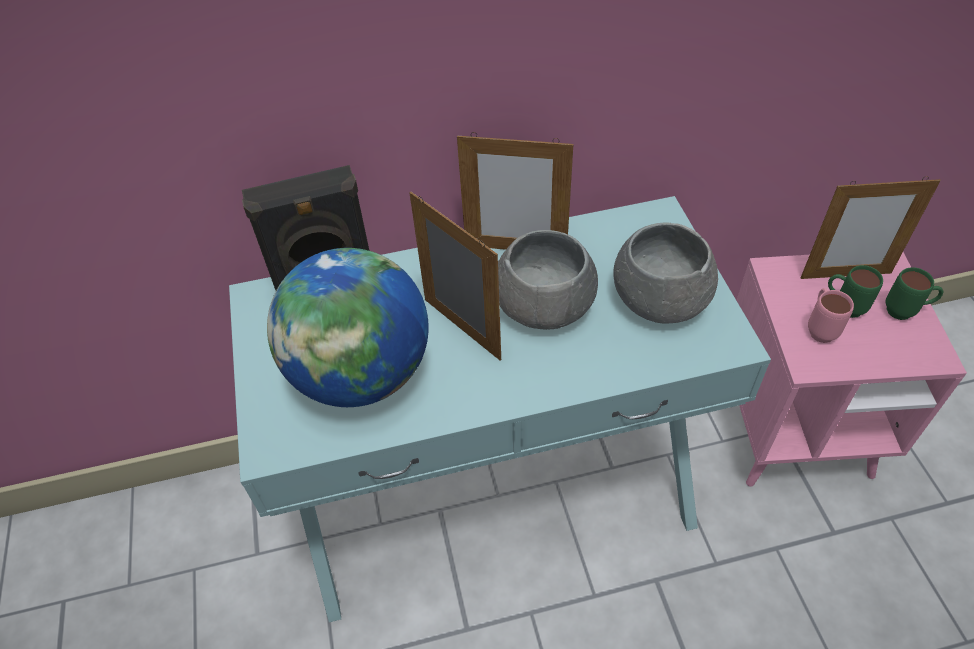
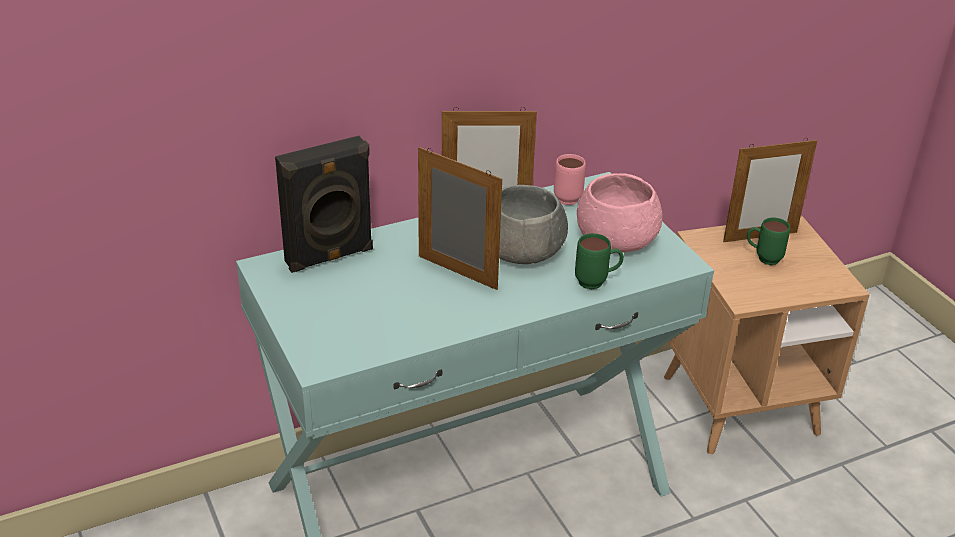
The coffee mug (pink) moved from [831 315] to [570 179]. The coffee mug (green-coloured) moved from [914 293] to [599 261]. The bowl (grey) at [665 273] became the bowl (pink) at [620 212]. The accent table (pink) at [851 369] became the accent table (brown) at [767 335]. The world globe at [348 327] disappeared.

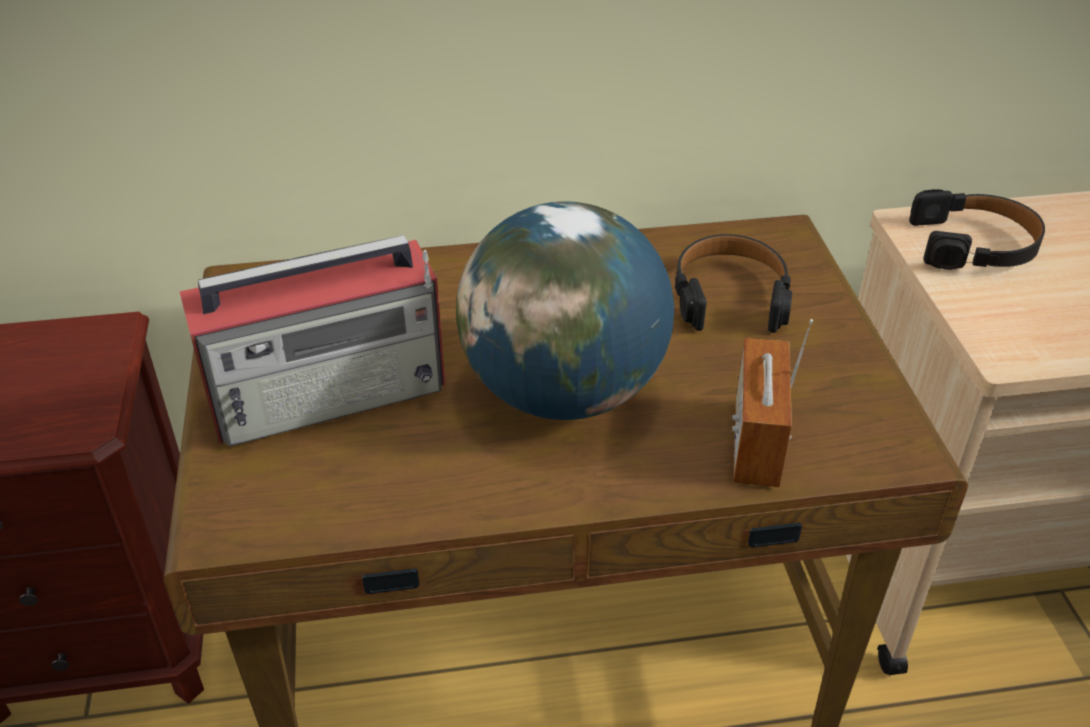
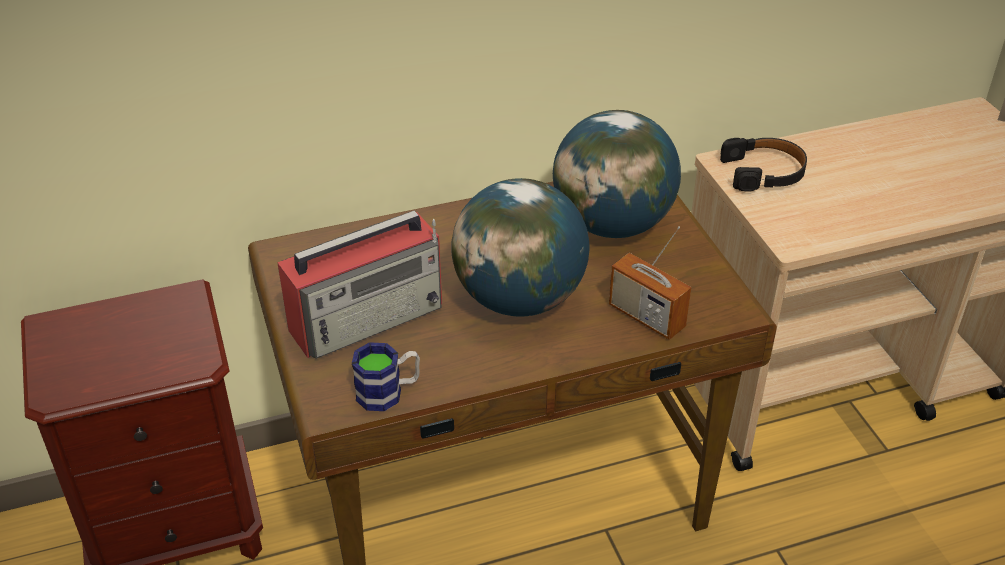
The coffee mug at [386 376] appeared. The headset (black-coloured) at [733 283] was replaced by the world globe at [617 174]. The radio receiver at [772 403] turned 45 degrees counterclockwise.

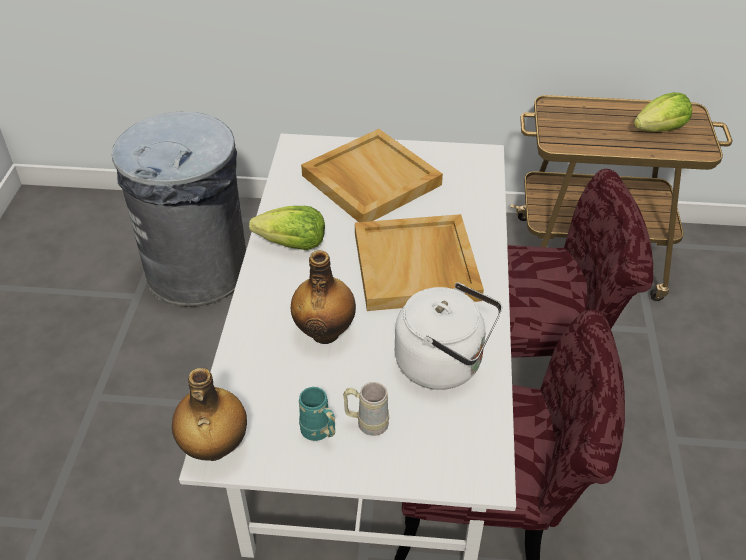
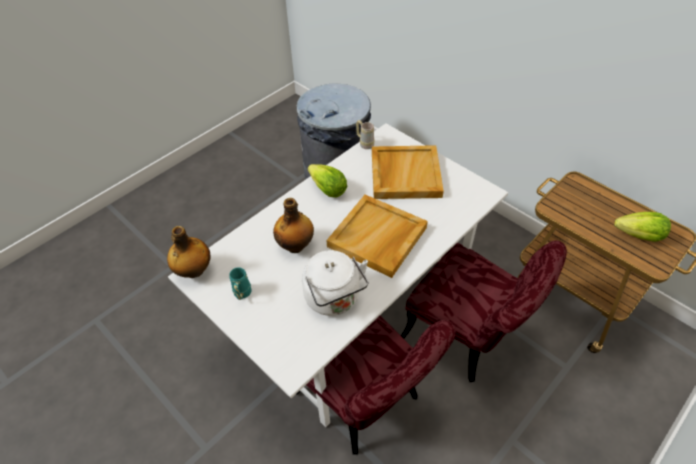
The coffee mug (beige) moved from [366 409] to [365 134].

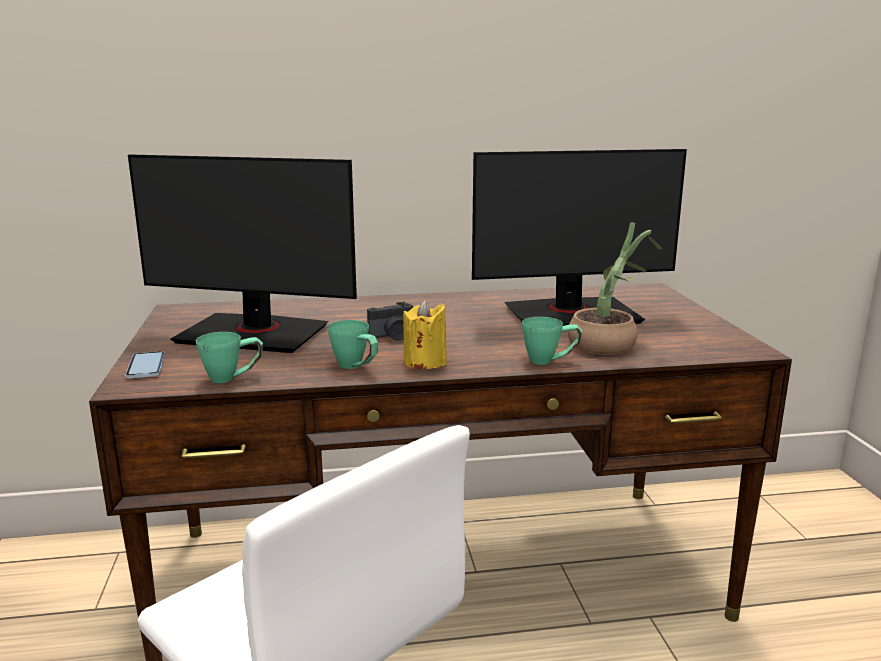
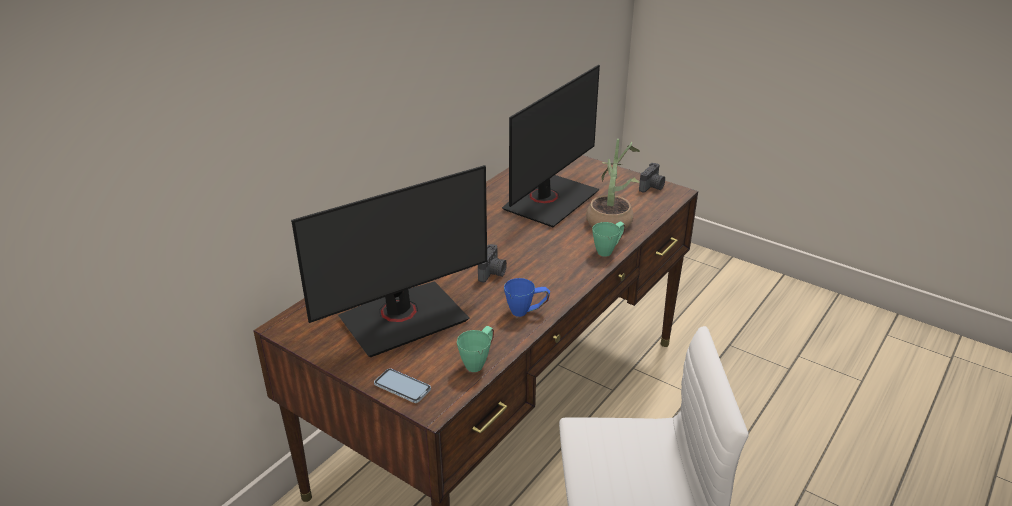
The coffee mug (green-coloured) at [353 344] became the coffee mug (blue-coloured) at [527 297]. The still camera at [652 177] appeared. The candle (yellow) at [425 334] disappeared.

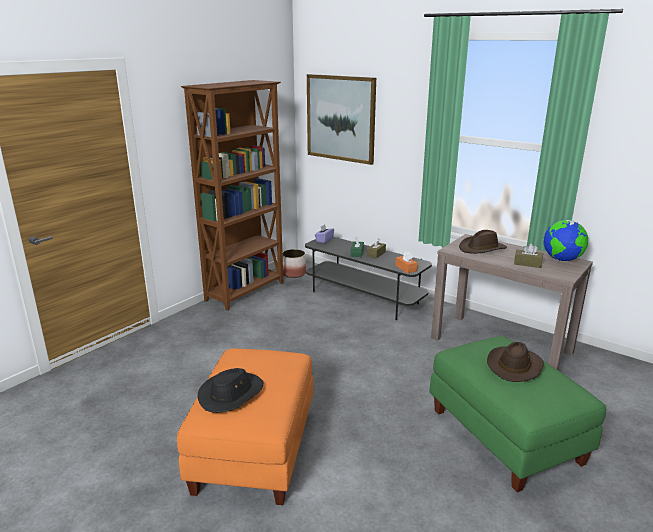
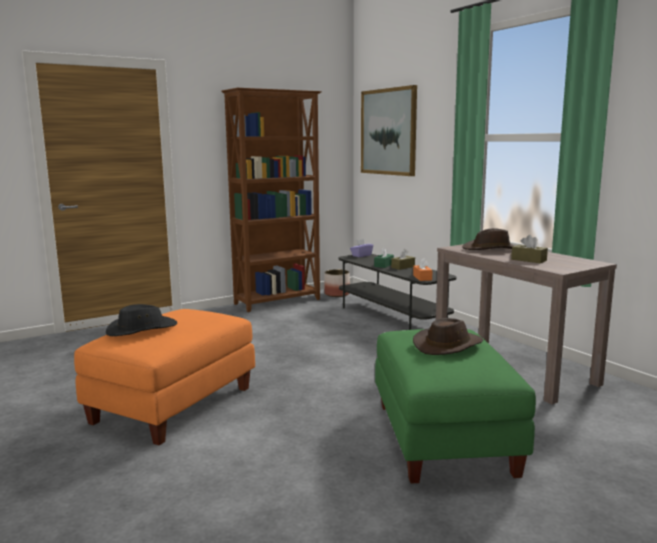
The world globe at [565 240] disappeared.

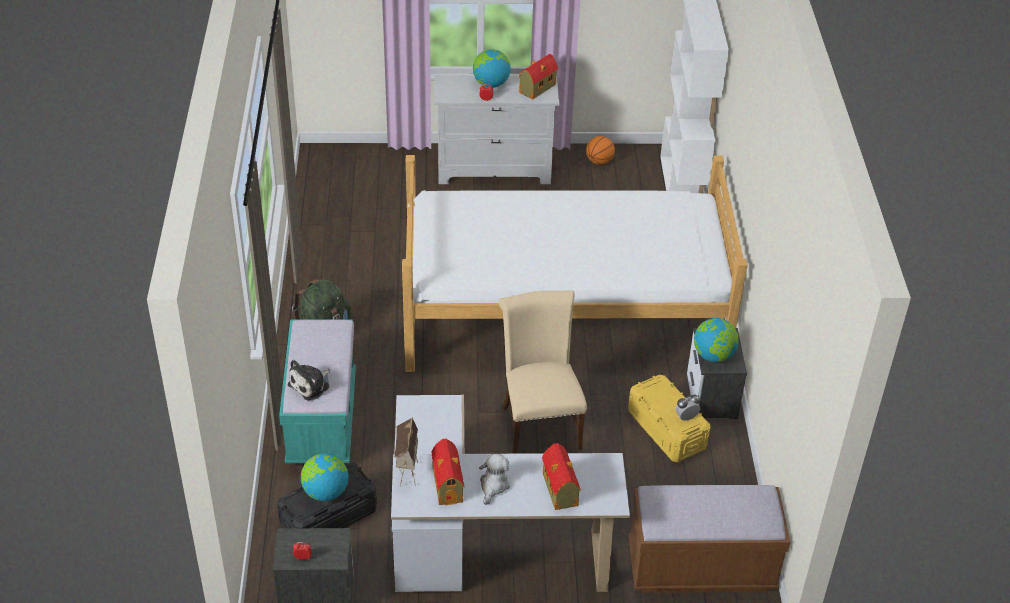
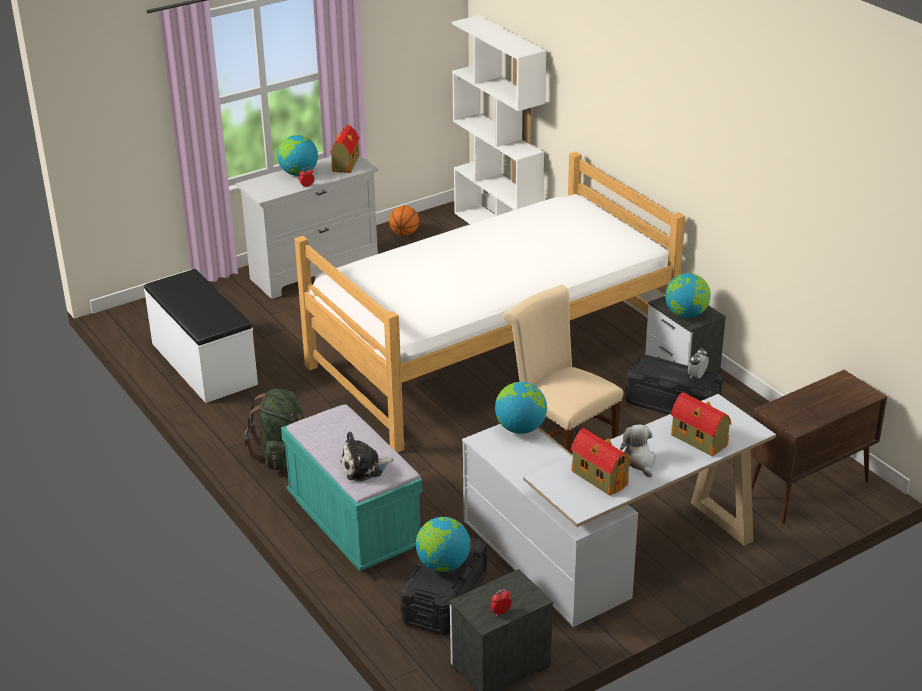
The long seat (white) at [201 336] appeared. The cuddly toy at [309 380] turned 60 degrees clockwise. The world globe at [521 408] appeared. The storage box (yellow) at [669 418] became the storage box (black-coloured) at [674 385]. The long seat (brown) at [709 539] was replaced by the storage cabinet (brown) at [818 447]. The miniature house at [406 452] disappeared.

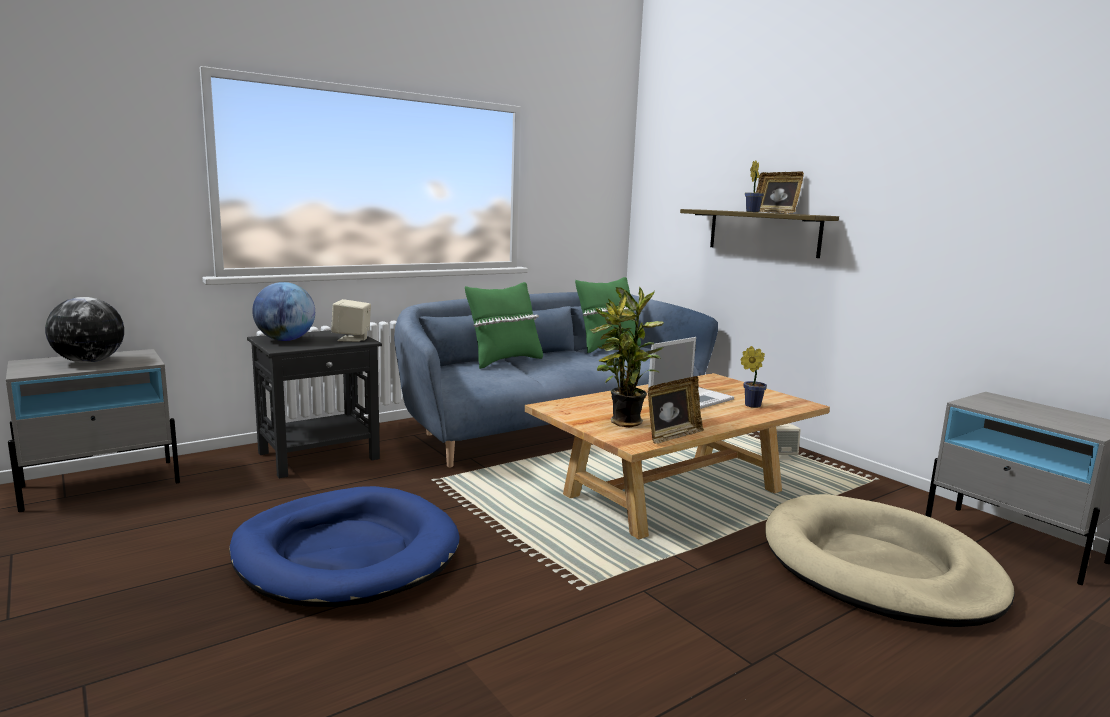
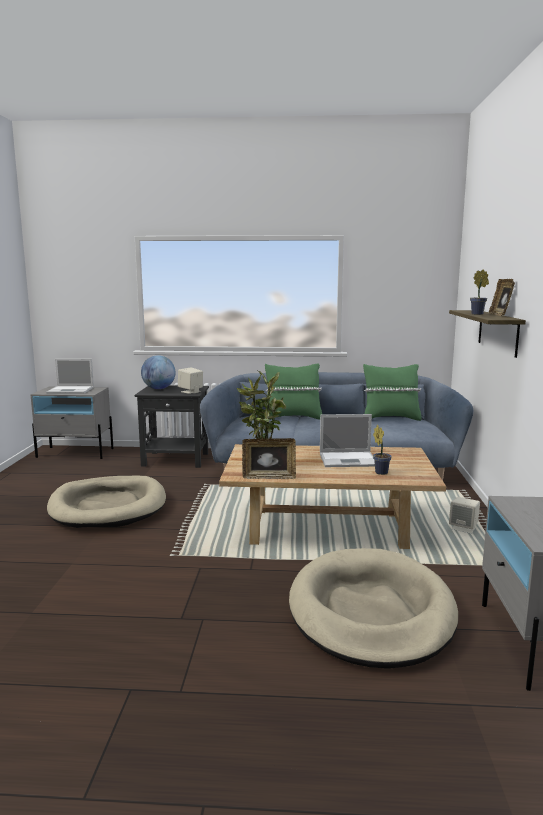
The world globe at [84 330] was replaced by the notebook computer at [70 376]. The pet bed (blue-coloured) at [344 546] became the pet bed (beige) at [106 502].

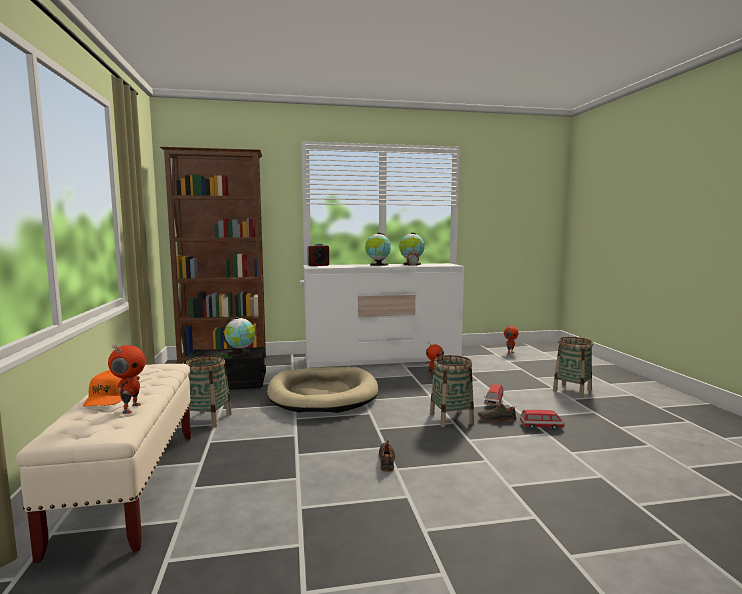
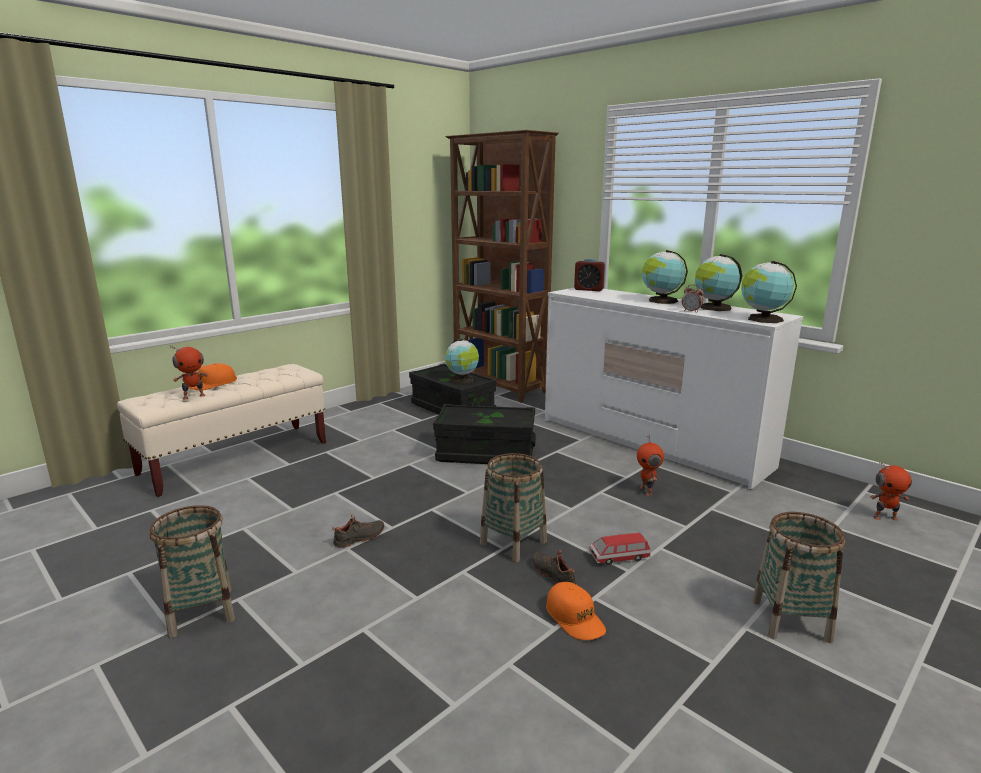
The storage basket moved from [208 392] to [192 571]. The pet bed (beige) at [322 390] was replaced by the storage box (black-coloured) at [484 434]. The model car at [542 420] was replaced by the cap (orange) at [576 611]. The world globe at [769 292] appeared.

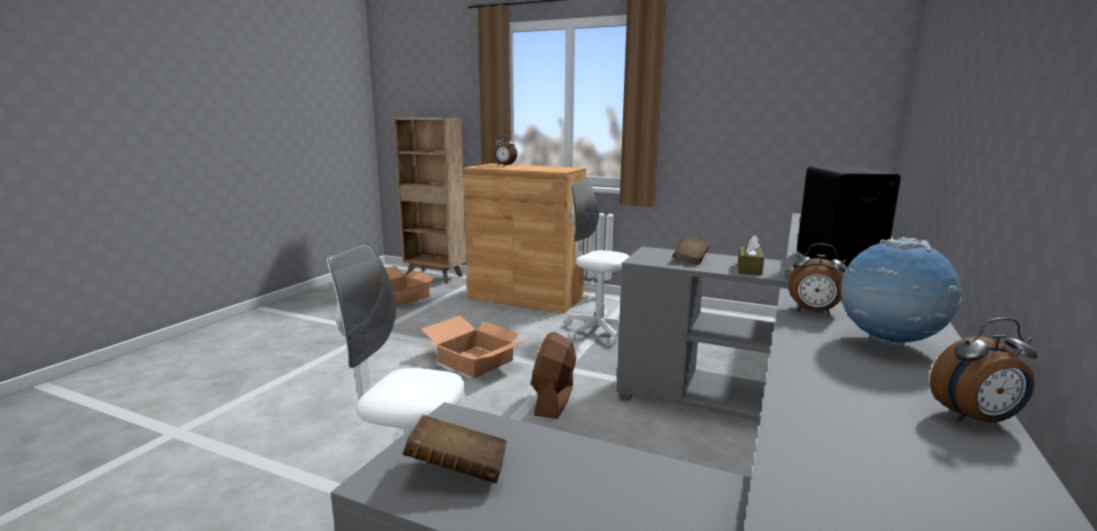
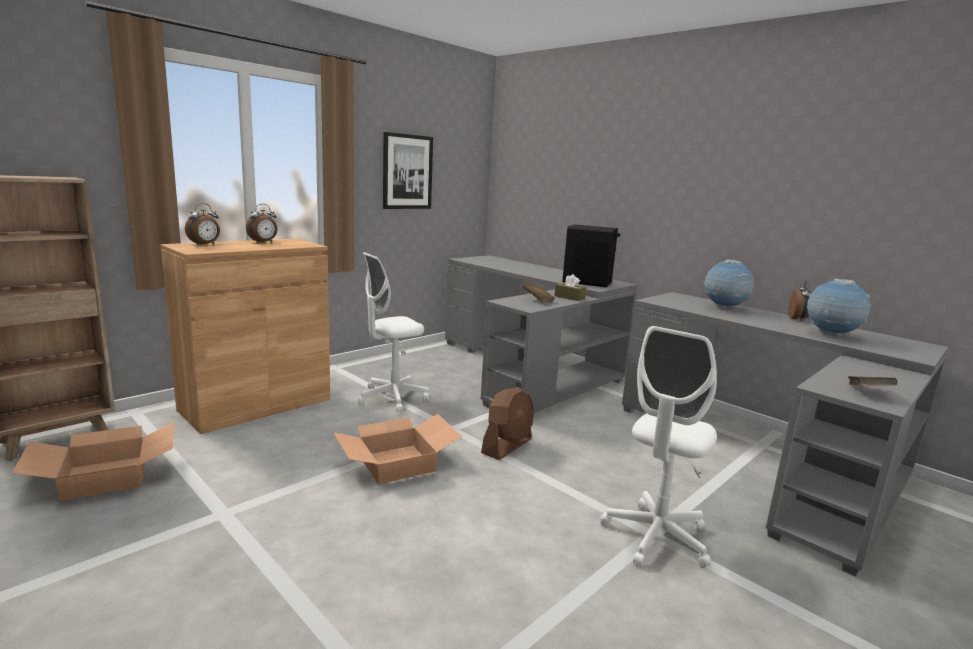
The bedside clock moved from [817 279] to [261 223]. The wall picture at [408 170] appeared. The cooling fan (brown) at [554 375] turned 90 degrees counterclockwise. The world globe at [839 307] appeared.

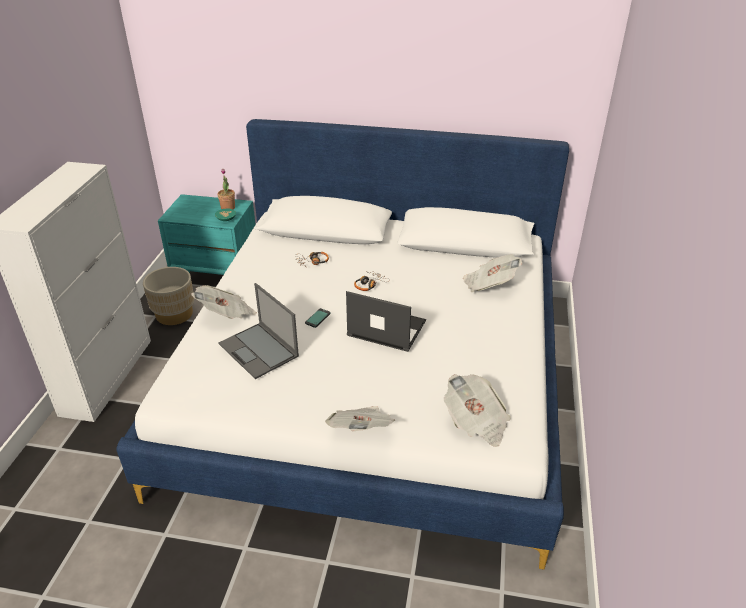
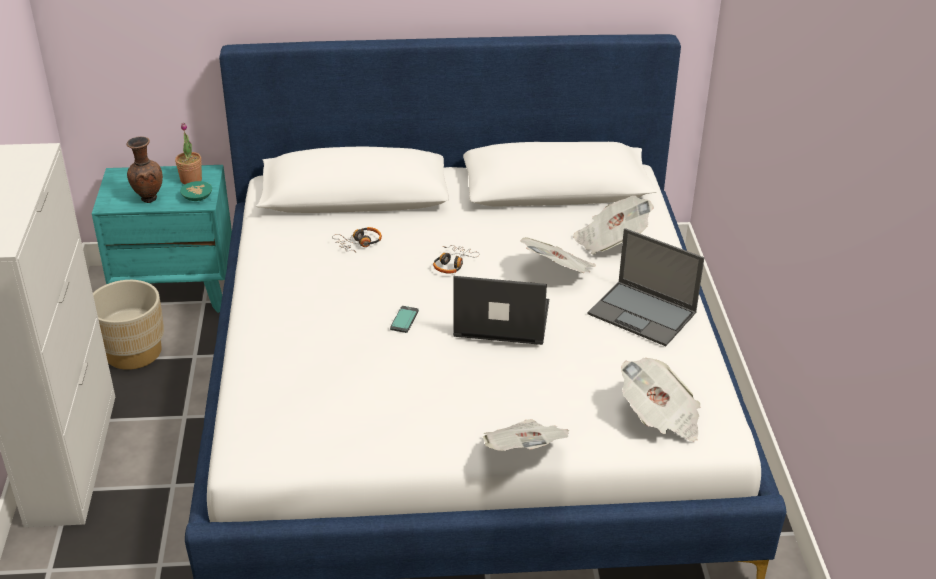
The decorative vase (brown) at [144 169] appeared. The newspaper moved from [224 302] to [558 255]. The notebook computer moved from [258 331] to [646 287].

